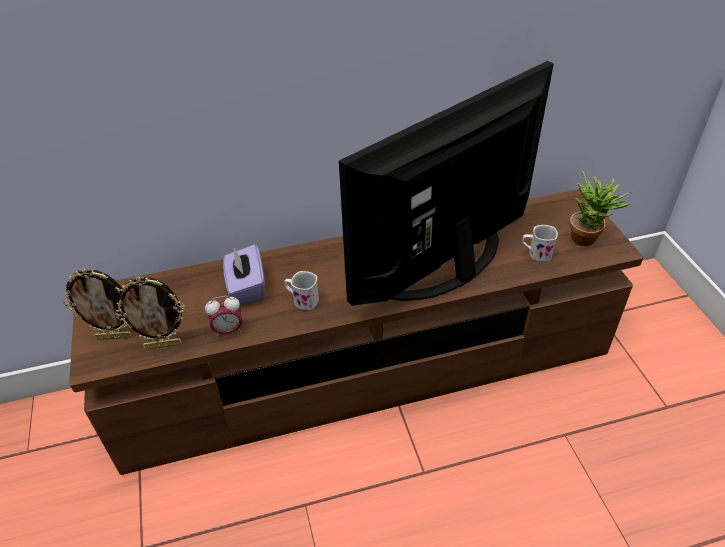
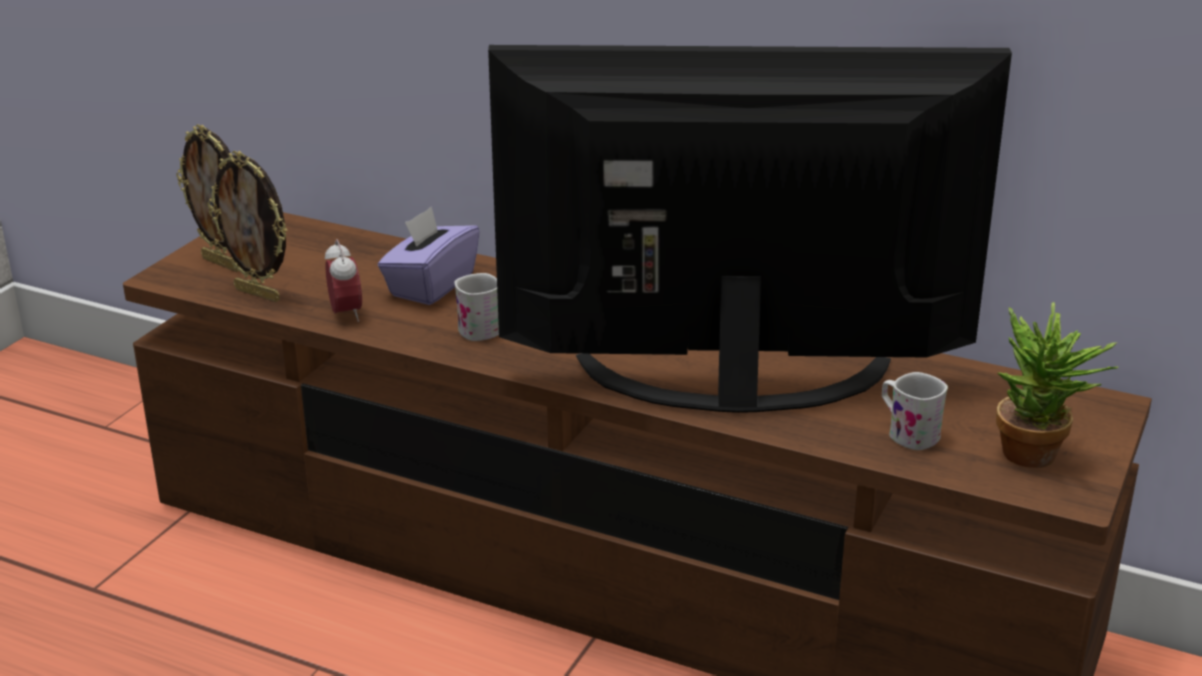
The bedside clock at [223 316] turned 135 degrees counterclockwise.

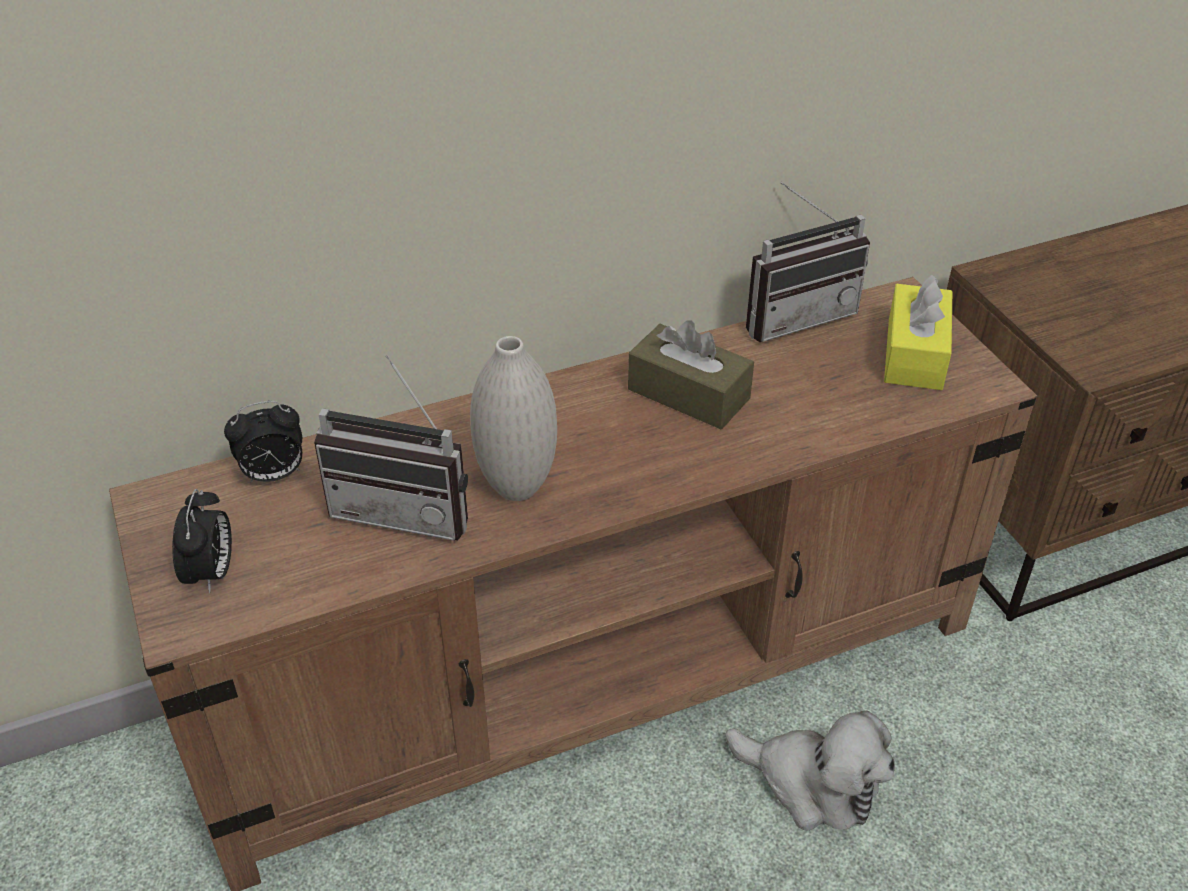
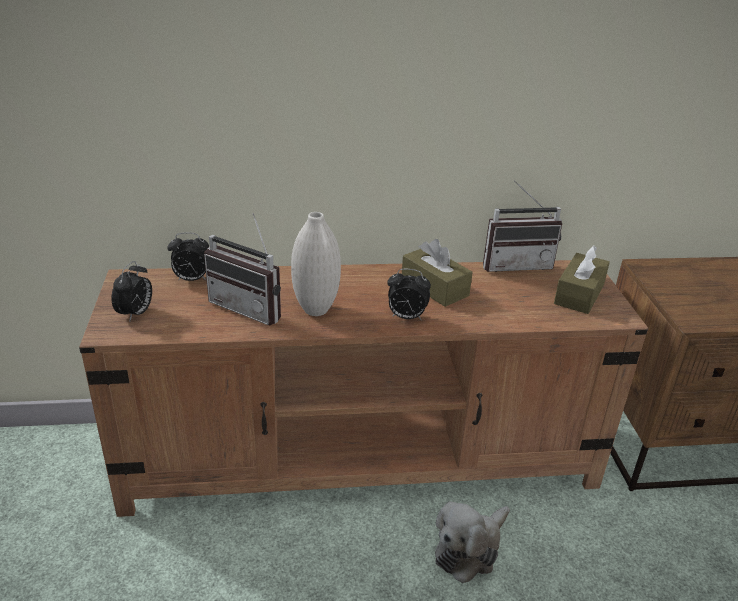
The bedside clock at [409 294] appeared. The cuddly toy at [810 770] turned 90 degrees clockwise. The box of tissues (yellow) at [918 332] became the box of tissues (brown) at [582 279].

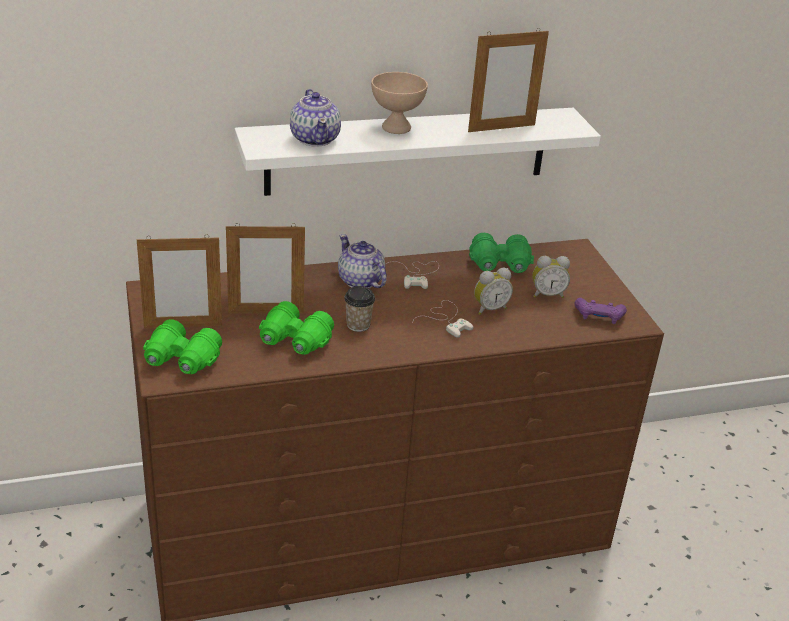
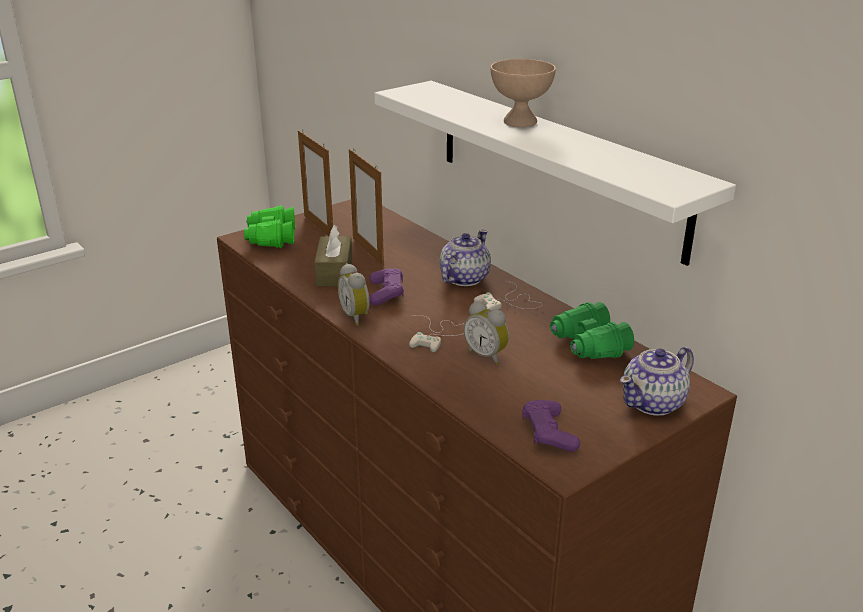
The field glasses (green-coloured) at [296 328] was replaced by the box of tissues (brown) at [333 255]. The bedside clock moved from [551 277] to [354 294]. The drinking cup at [359 309] was replaced by the gamepad (purple-coloured) at [386 286]. The tea pot moved from [315 118] to [657 381]. The photo frame at [508 80] disappeared.

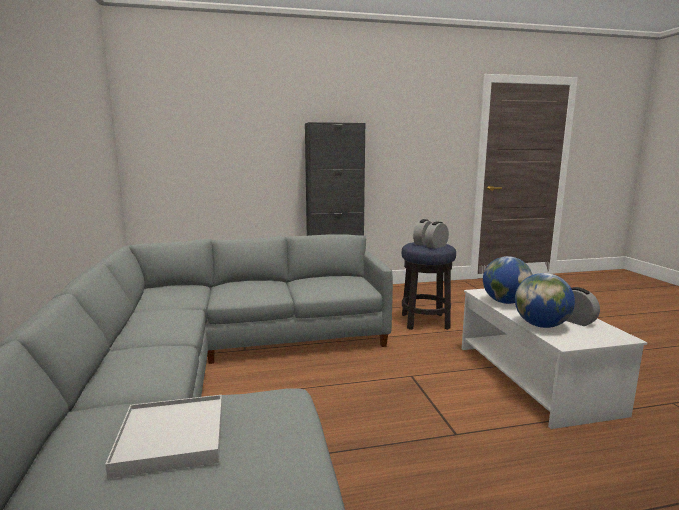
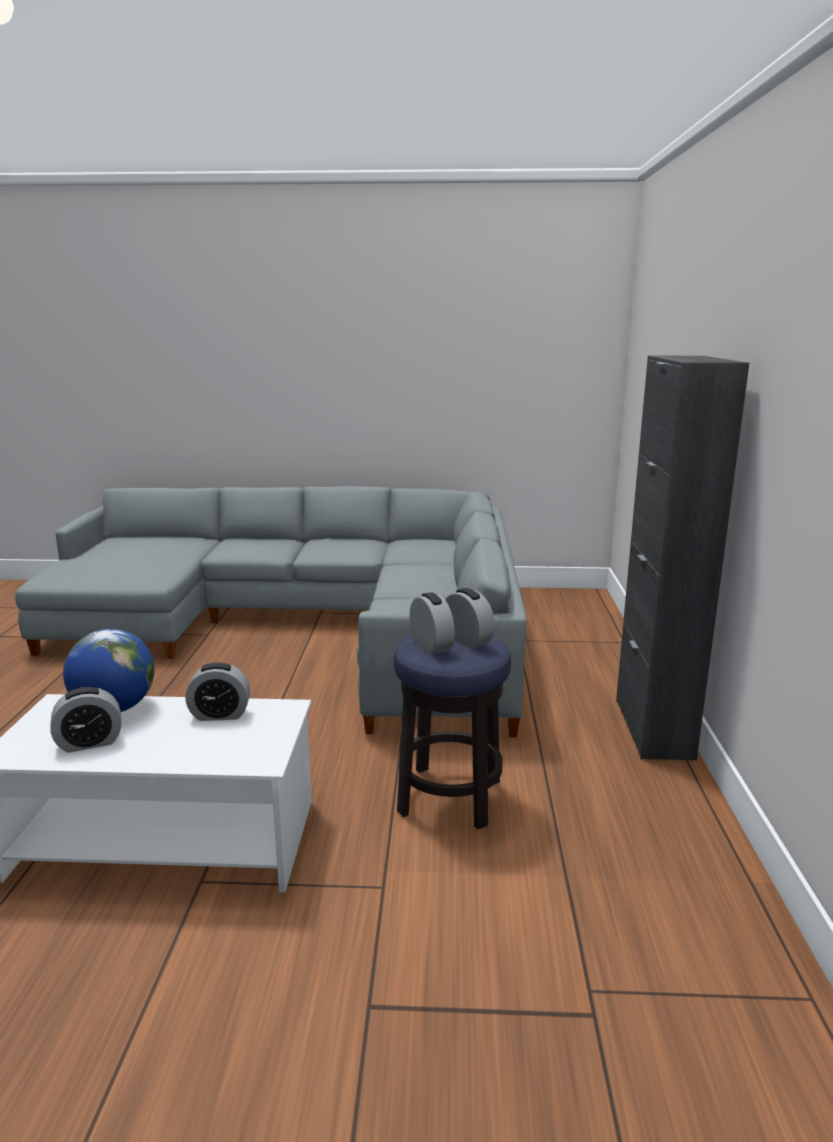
The world globe at [508 280] was replaced by the bedside clock at [217 691]. The carrying tray (white) at [163 437] disappeared.

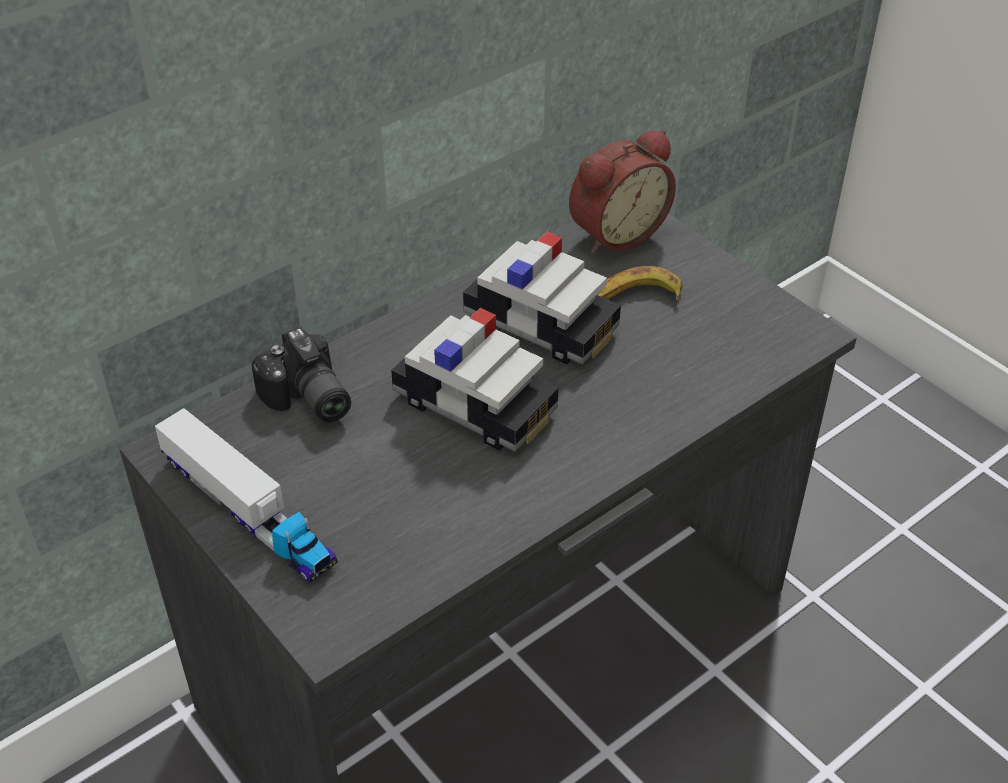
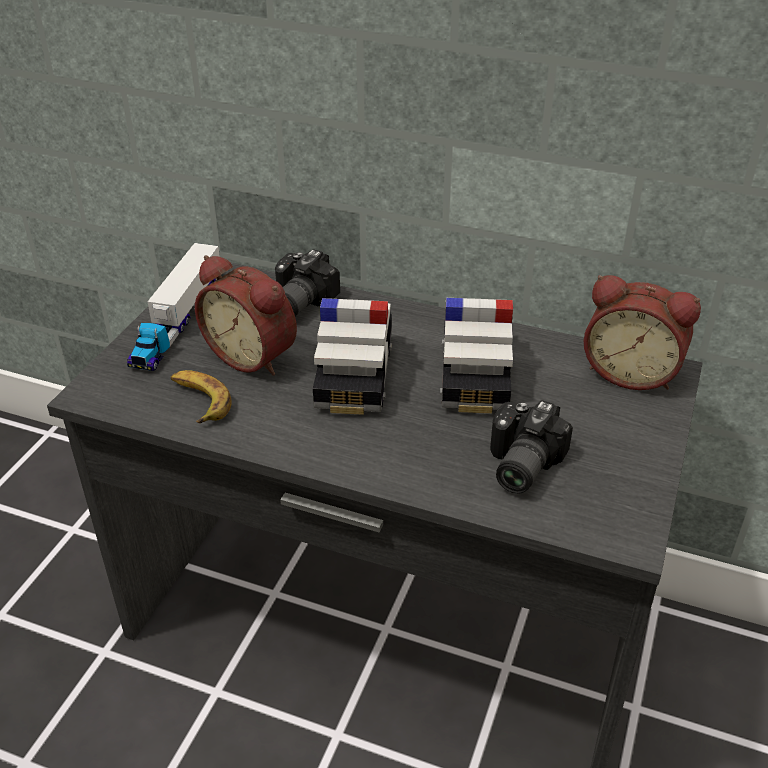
The banana moved from [640 283] to [201 396]. The bedside clock at [246 315] appeared. The still camera at [531 447] appeared.

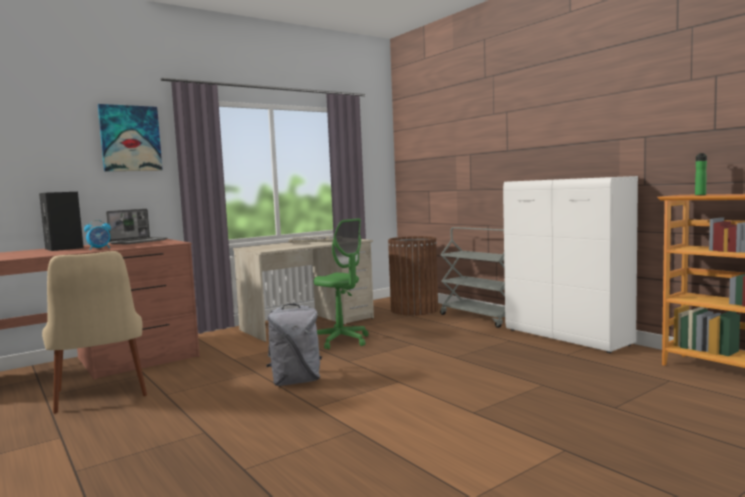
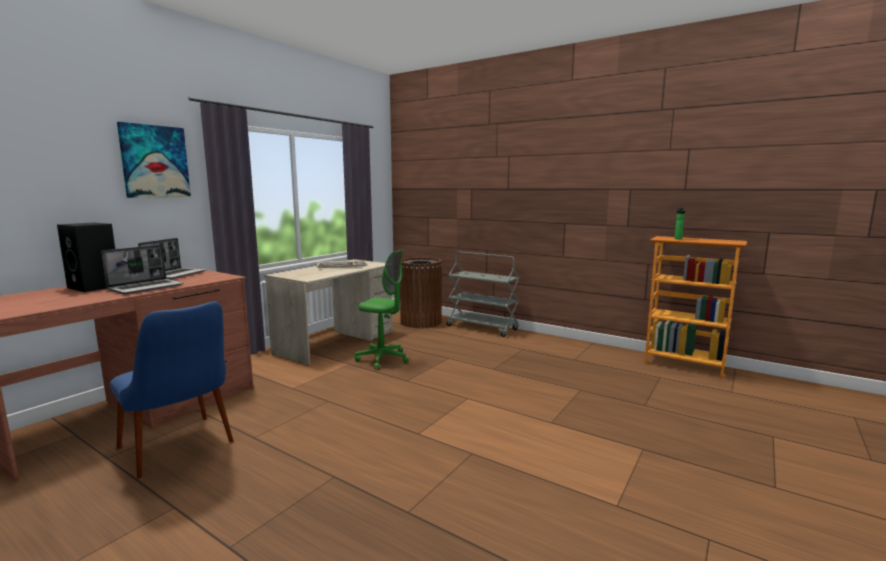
The bedside clock at [97 235] was replaced by the notebook computer at [142 269]. The chair (beige) at [94 332] became the chair (blue-coloured) at [171 389]. The rucksack (grey) at [294 345] disappeared. The storage cabinet (white) at [570 264] disappeared.

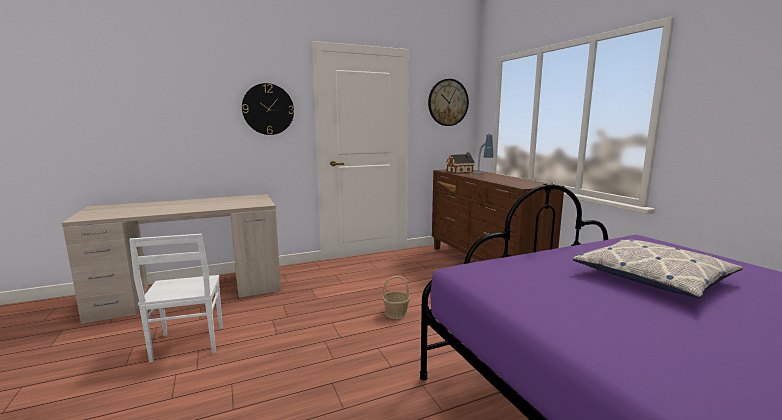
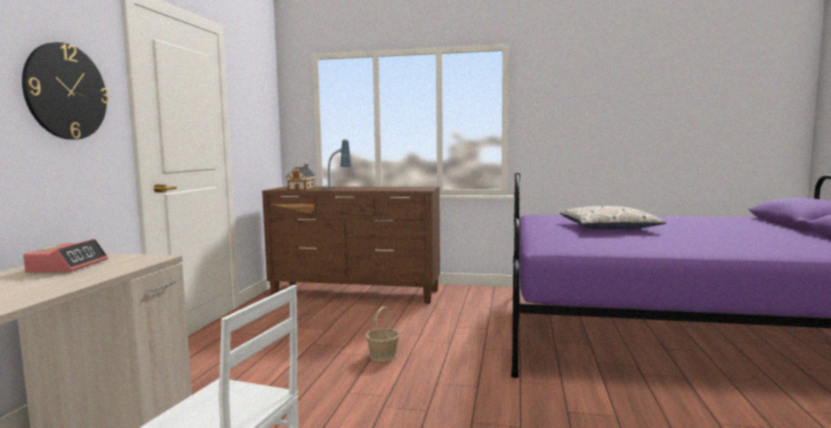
The bedside clock at [65 256] appeared. The clock on the wall at [448 102] disappeared.

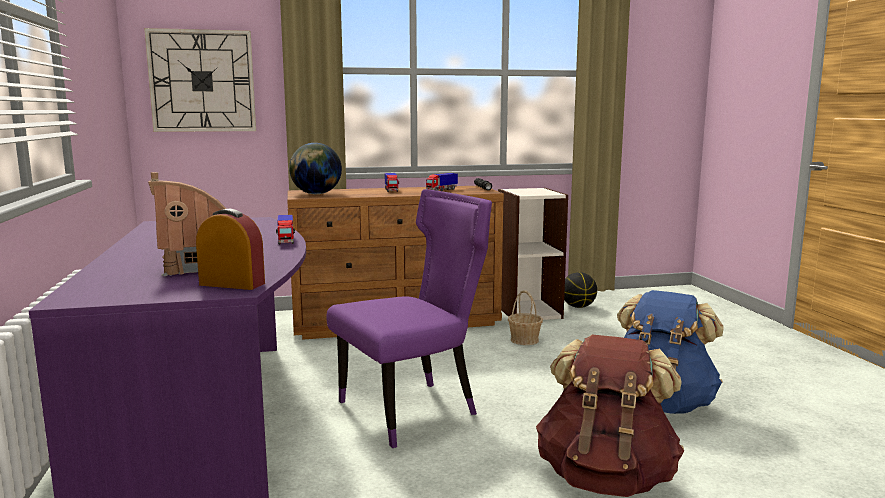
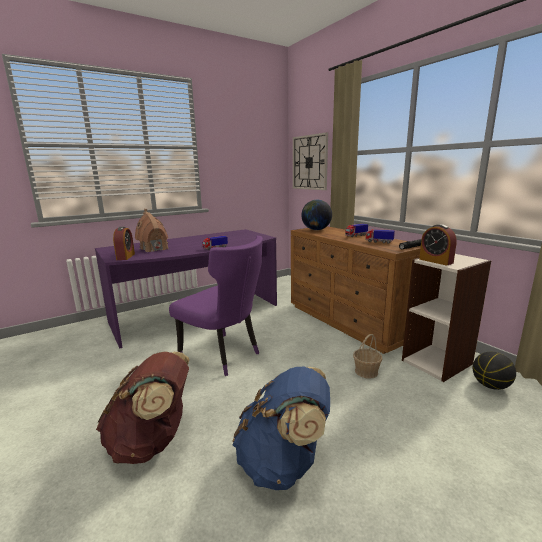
The bedside clock at [438 244] appeared.

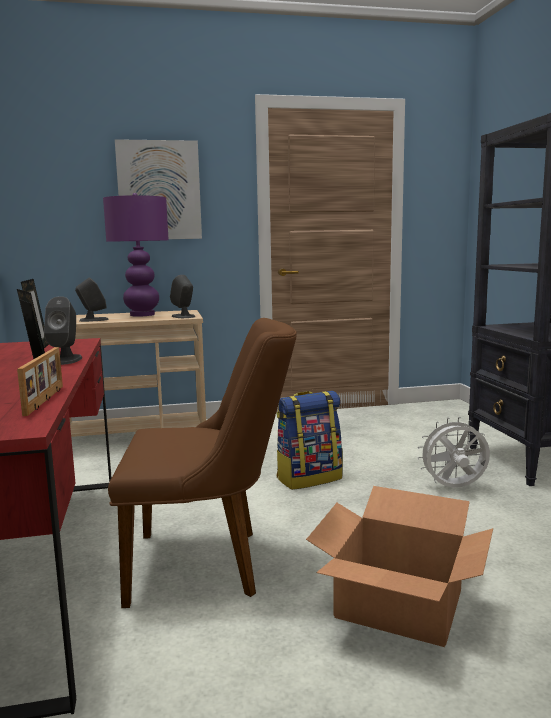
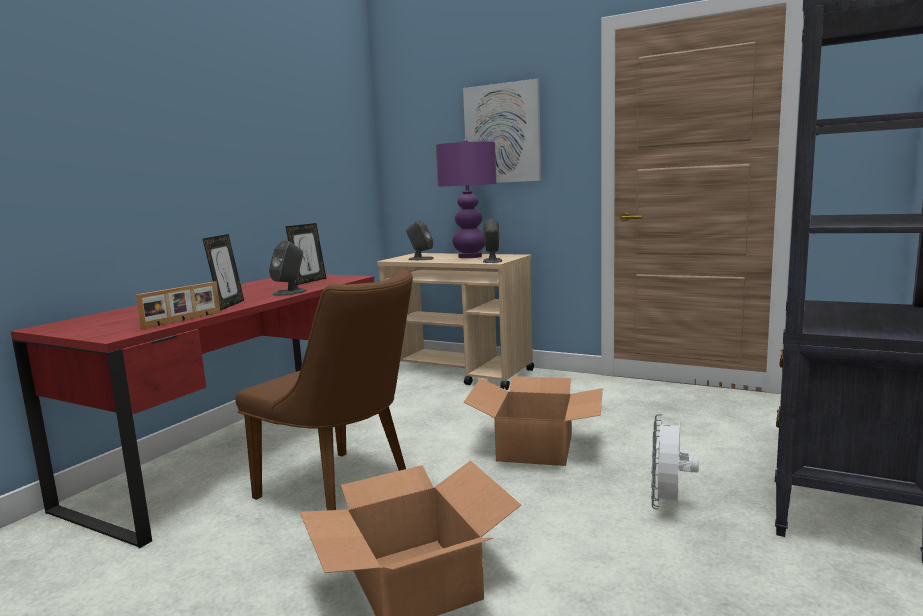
The rucksack at [309 440] was replaced by the carton at [533 421]. The cooling fan (white) at [453 452] turned 105 degrees counterclockwise.

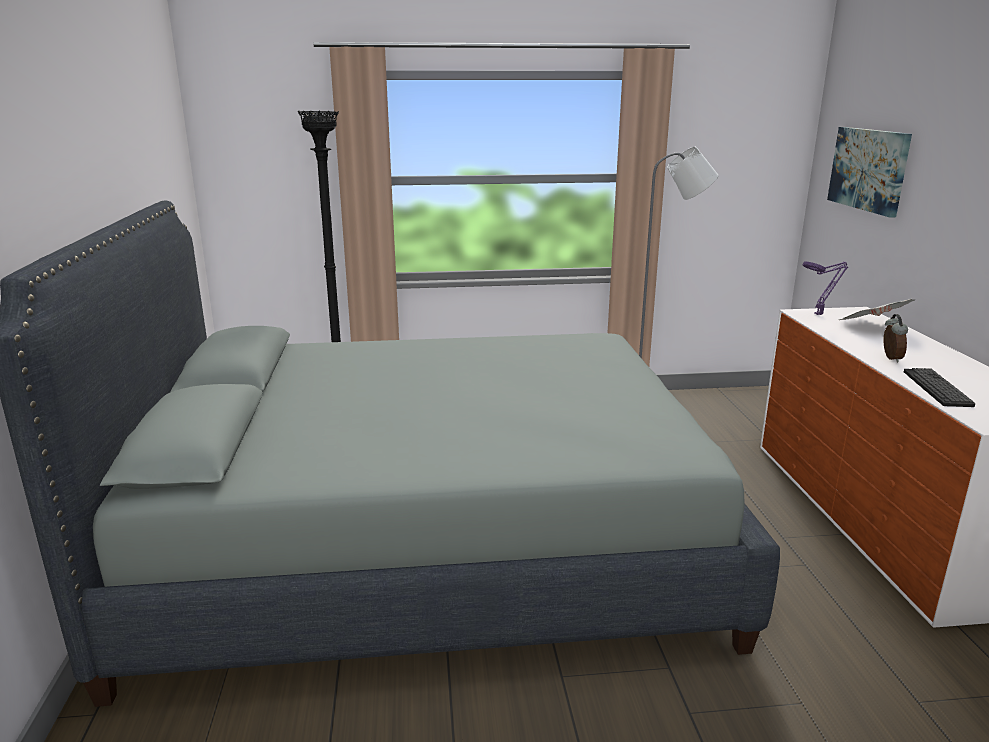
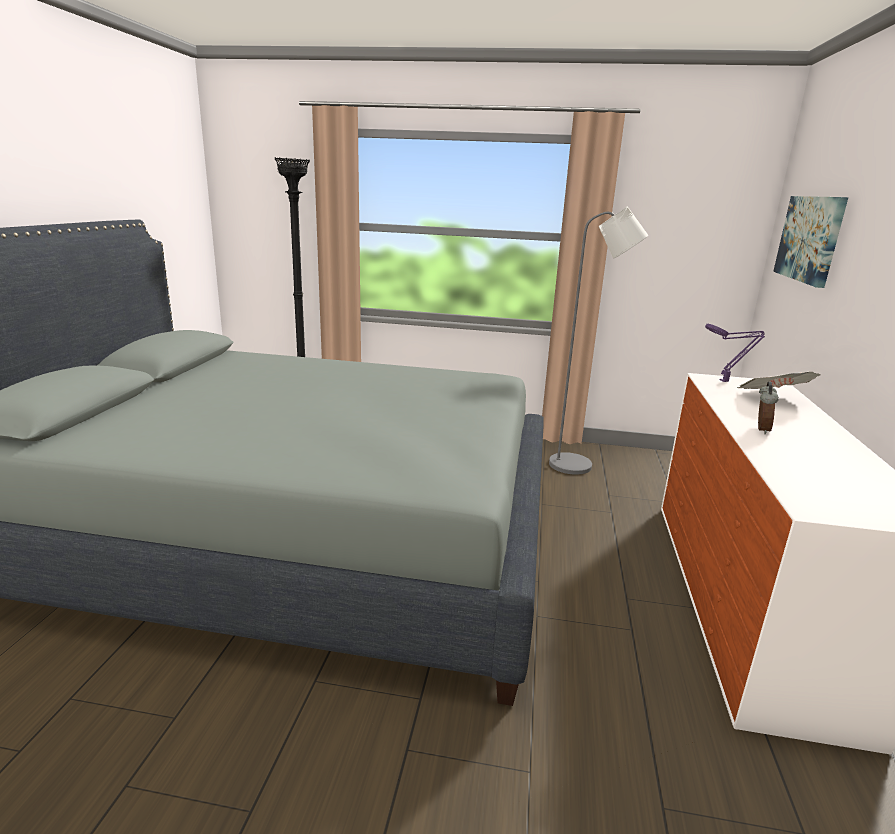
The computer keyboard at [939 387] disappeared.

